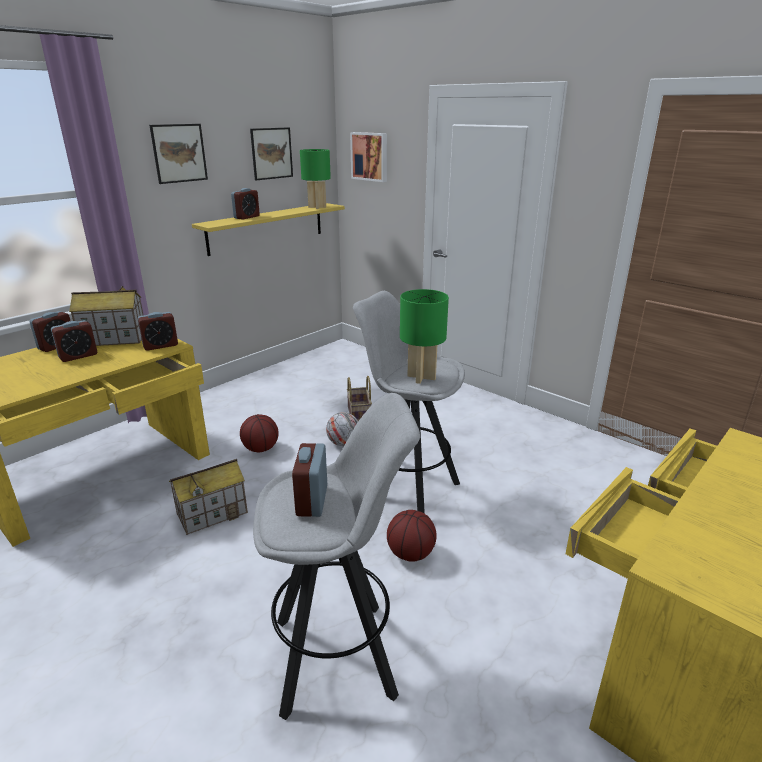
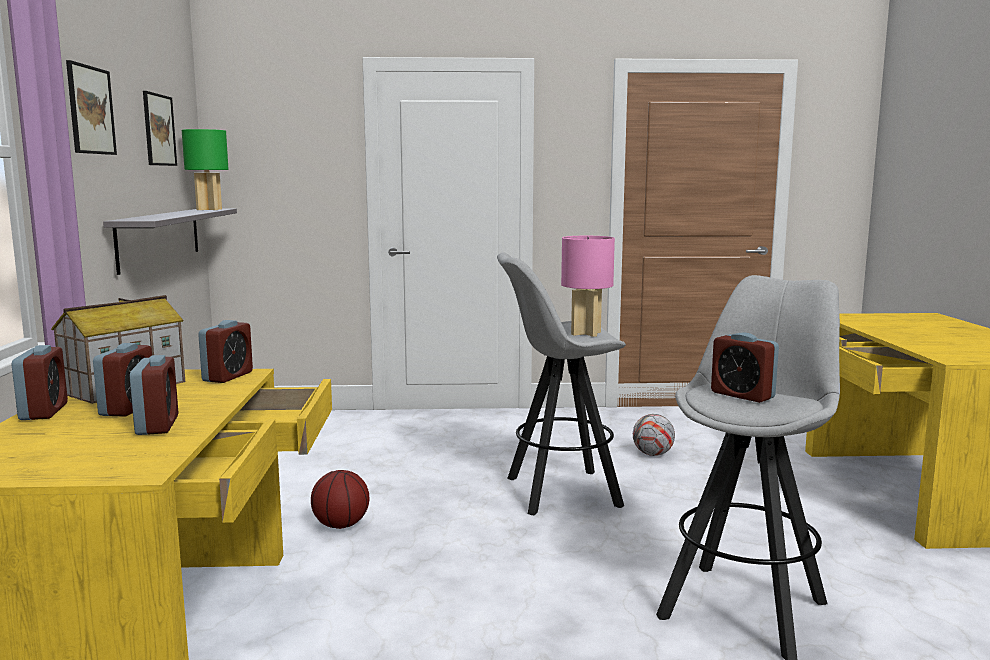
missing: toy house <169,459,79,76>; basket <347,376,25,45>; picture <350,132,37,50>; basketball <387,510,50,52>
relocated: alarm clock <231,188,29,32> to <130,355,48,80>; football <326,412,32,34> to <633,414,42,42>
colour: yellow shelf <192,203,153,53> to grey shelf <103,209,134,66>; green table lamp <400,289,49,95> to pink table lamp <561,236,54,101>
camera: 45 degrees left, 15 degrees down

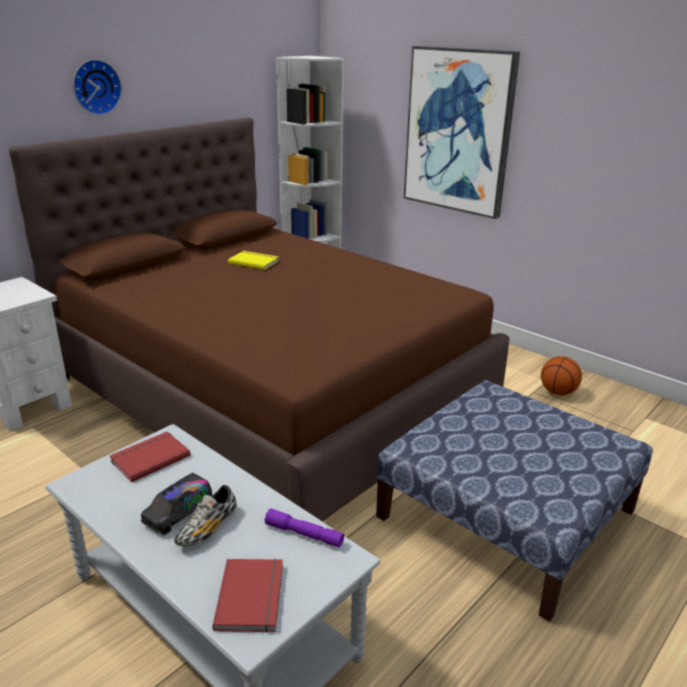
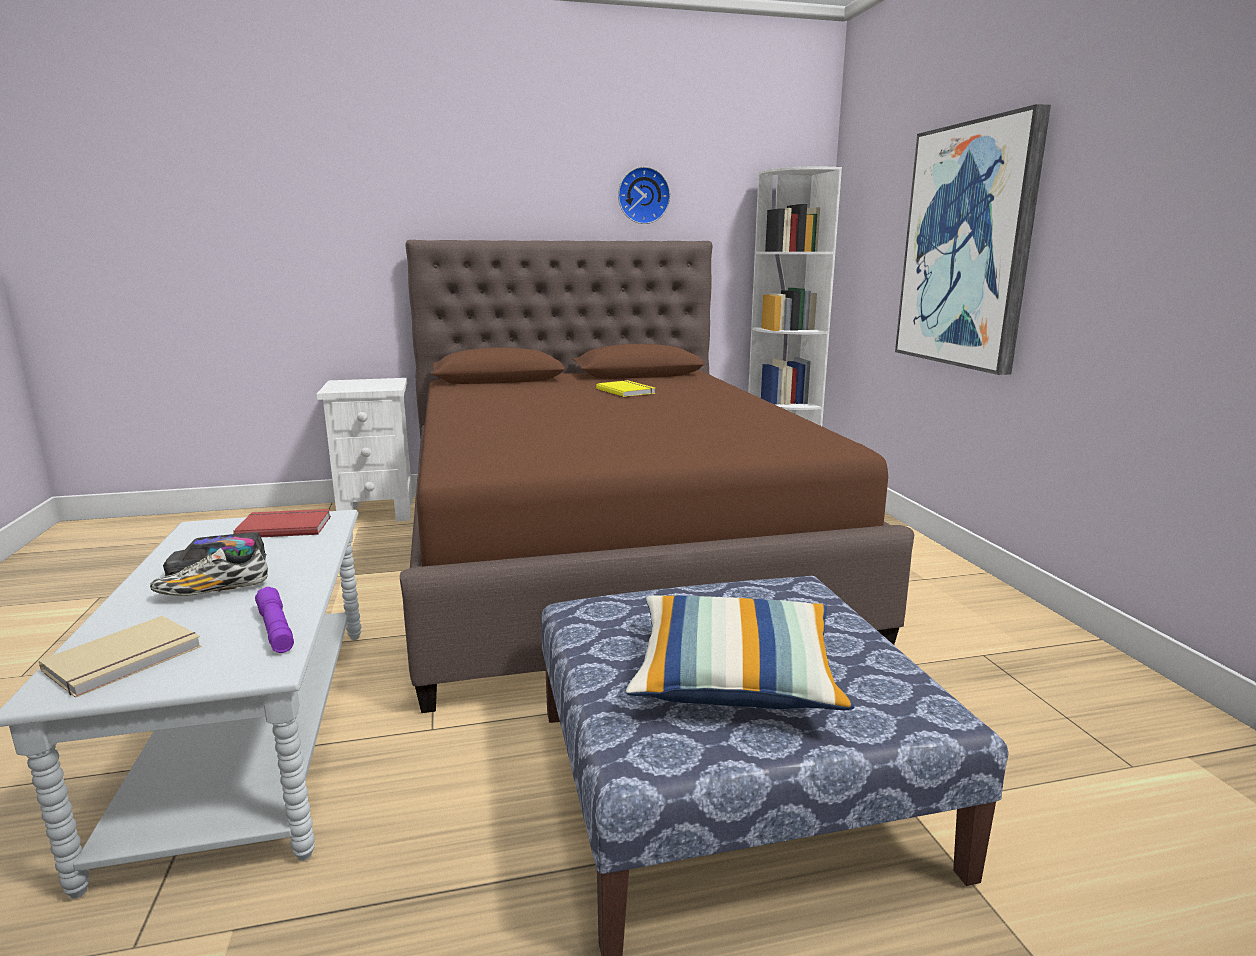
missing: basketball <541,356,41,39>
appeared: pillow <626,595,228,115>
relocated: wall clock <73,59,49,56> to <618,166,52,58>
colour: red book <212,559,71,74> to beige book <39,616,163,82>
camera: 35 degrees right, 10 degrees down

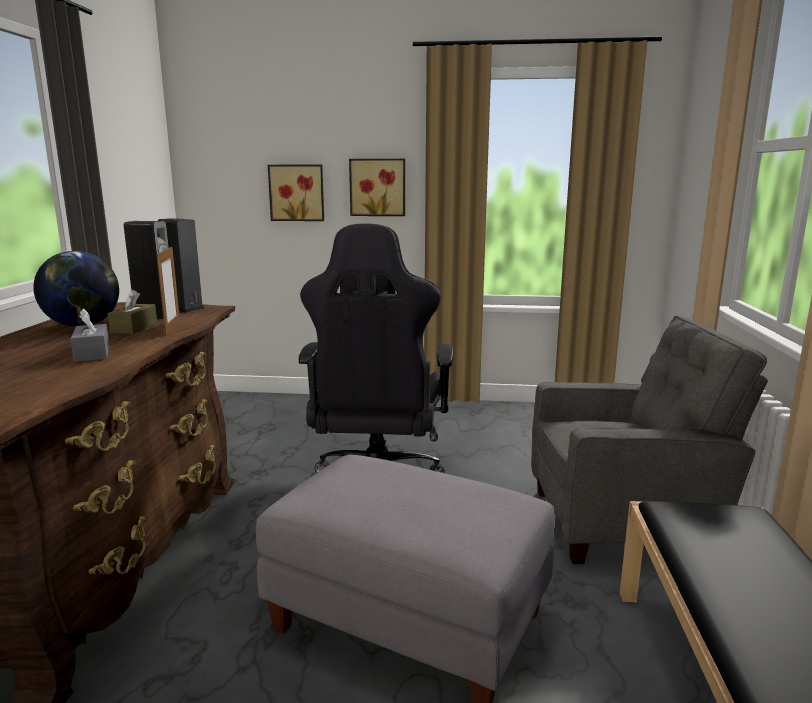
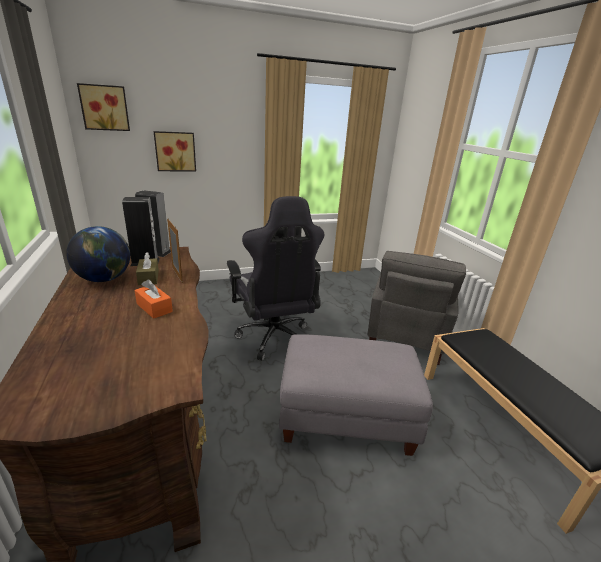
relocated: picture <349,159,56,57> to <77,83,53,48>
colour: grey tissue box <70,308,39,54> to orange tissue box <135,279,38,40>
spun: grey armchair <531,315,237,249> = <367,251,99,114> 135 degrees clockwise
camera: 25 degrees left, 10 degrees up

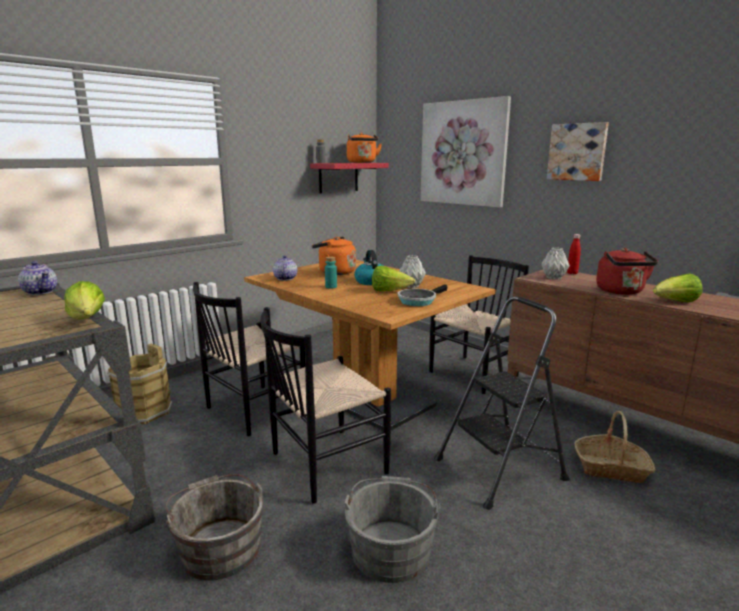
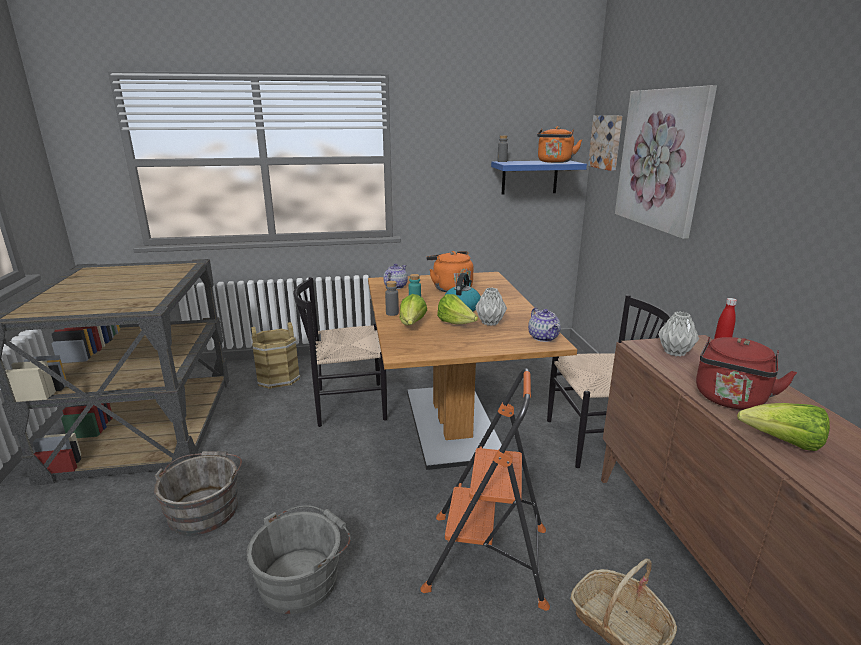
missing: black chair <260,307,131,197>; frying pan <397,284,51,22>
appeared: grey bottle <385,281,14,35>
relocated: teapot <18,261,39,34> to <528,308,33,34>; lettuce <64,281,41,39> to <400,294,27,31>; picture <547,122,62,59> to <588,115,34,56>
colour: red shelf <310,163,79,30> to blue shelf <491,161,96,34>; black step ladder <434,296,136,214> to orange step ladder <420,368,130,243>
camera: 35 degrees right, 5 degrees up

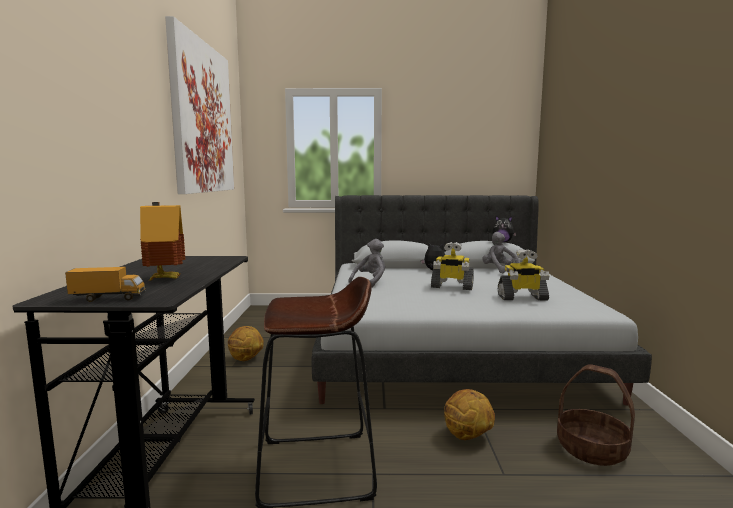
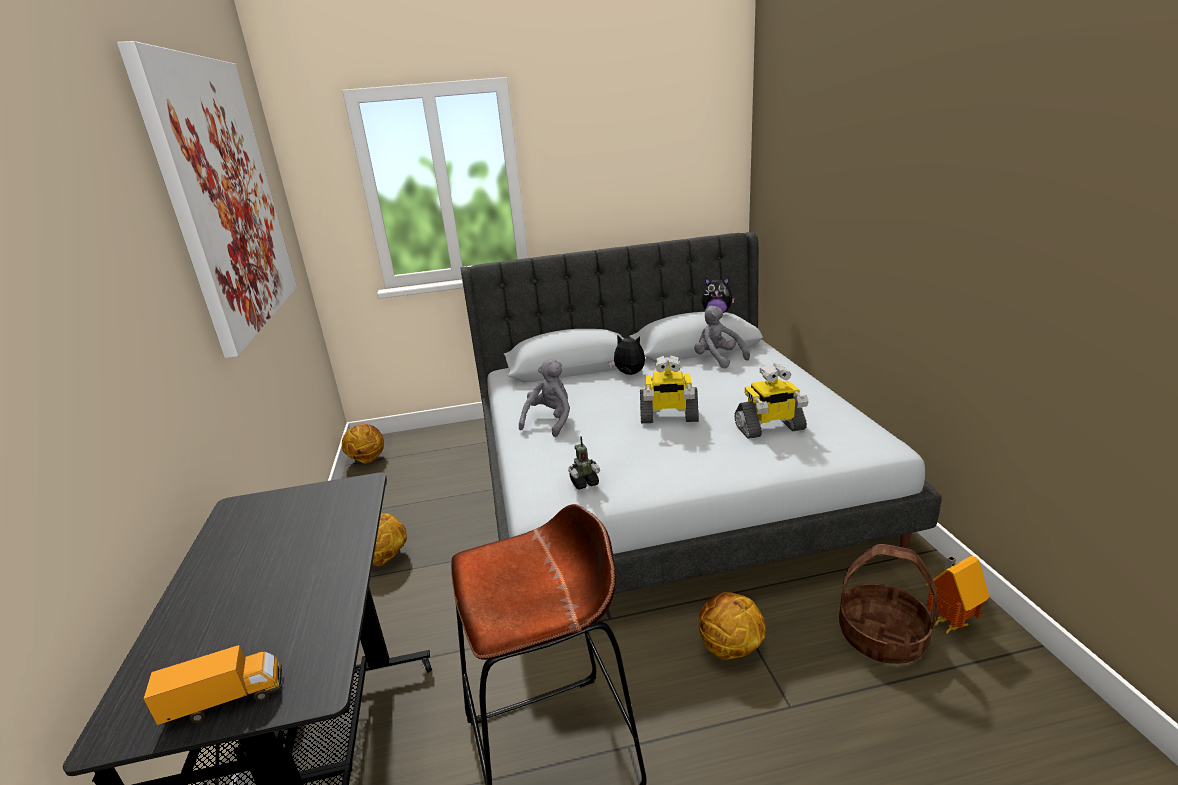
appeared: basketball <342,424,42,40>; toy robot <568,436,32,53>
relocated: toy house <140,202,45,78> to <926,556,63,79>
camera: 10 degrees left, 15 degrees up

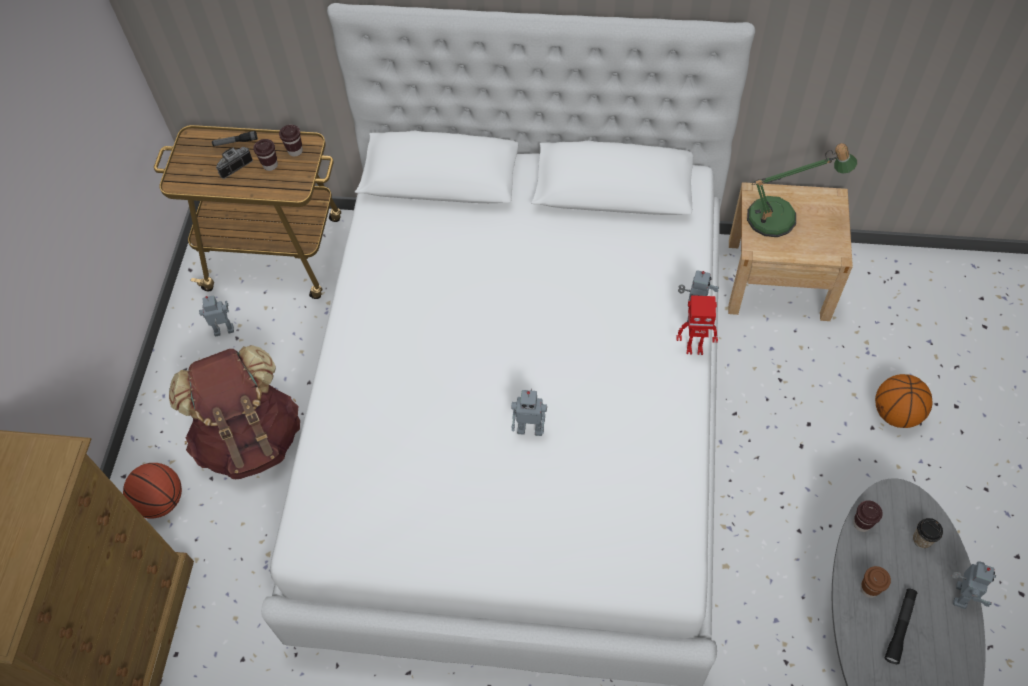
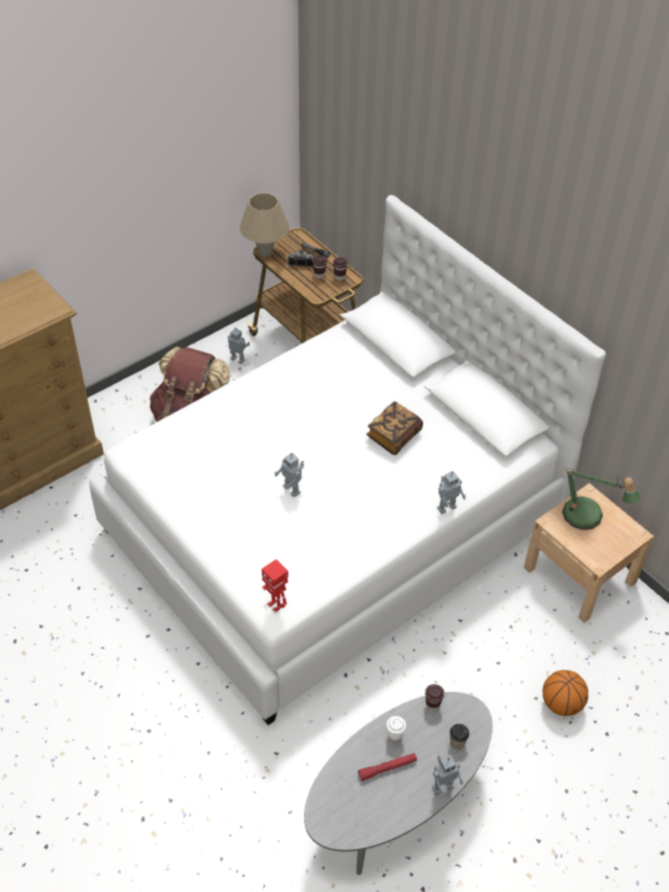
missing: basketball <123,463,59,56>
appeared: beige table lamp <240,193,49,64>; book <366,401,57,54>
relocated: toy robot <676,295,42,60> to <262,559,26,54>
colour: brown cup <860,566,31,32> to white cup <386,716,20,27>; black flashlight <884,589,34,75> to red flashlight <358,753,59,28>
camera: 40 degrees right, 10 degrees down

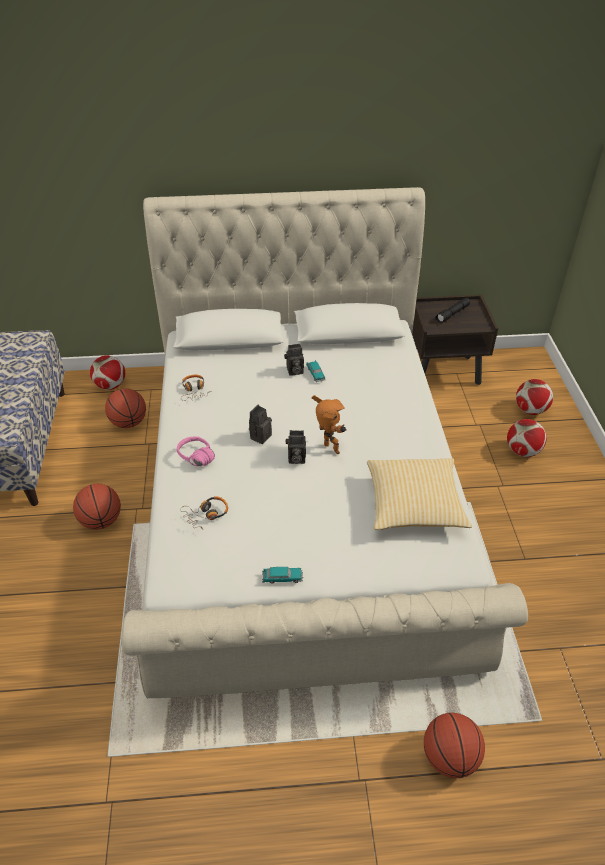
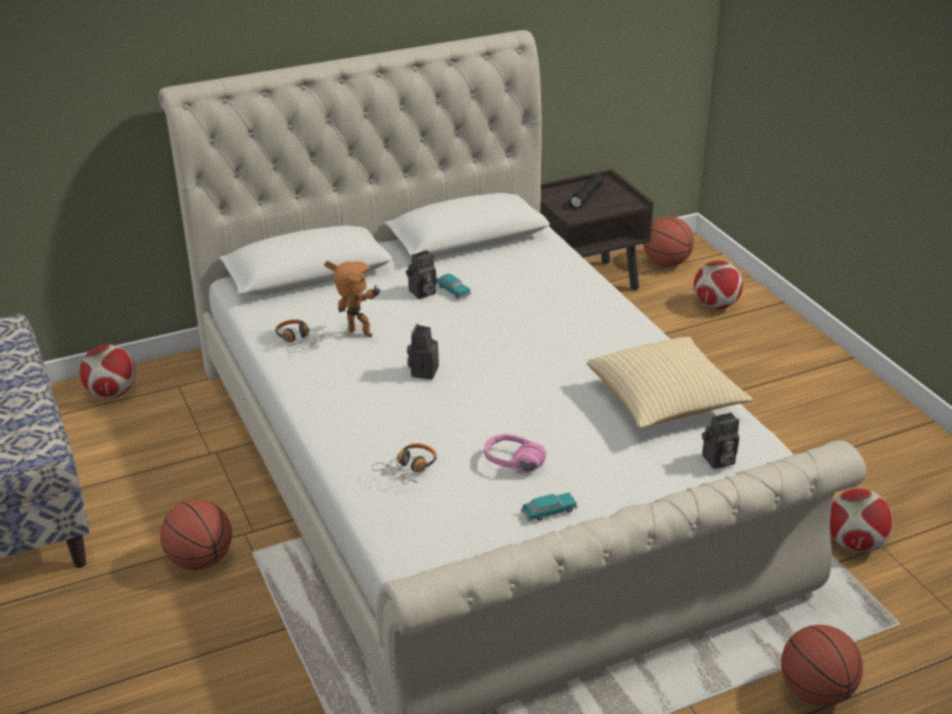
relocated: basketball <105,388,41,40> to <643,216,51,51>; pink headphones <177,437,38,29> to <484,434,62,39>; photo camera <286,430,20,34> to <702,412,38,57>; toy robot <312,395,35,59> to <324,261,57,77>; football <507,419,40,38> to <830,489,63,64>
camera: 20 degrees left, 10 degrees down

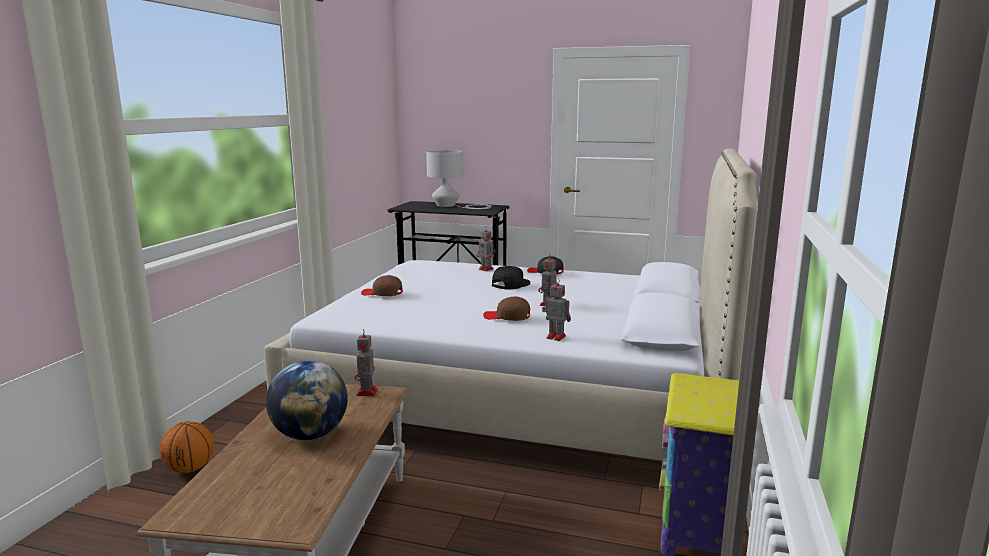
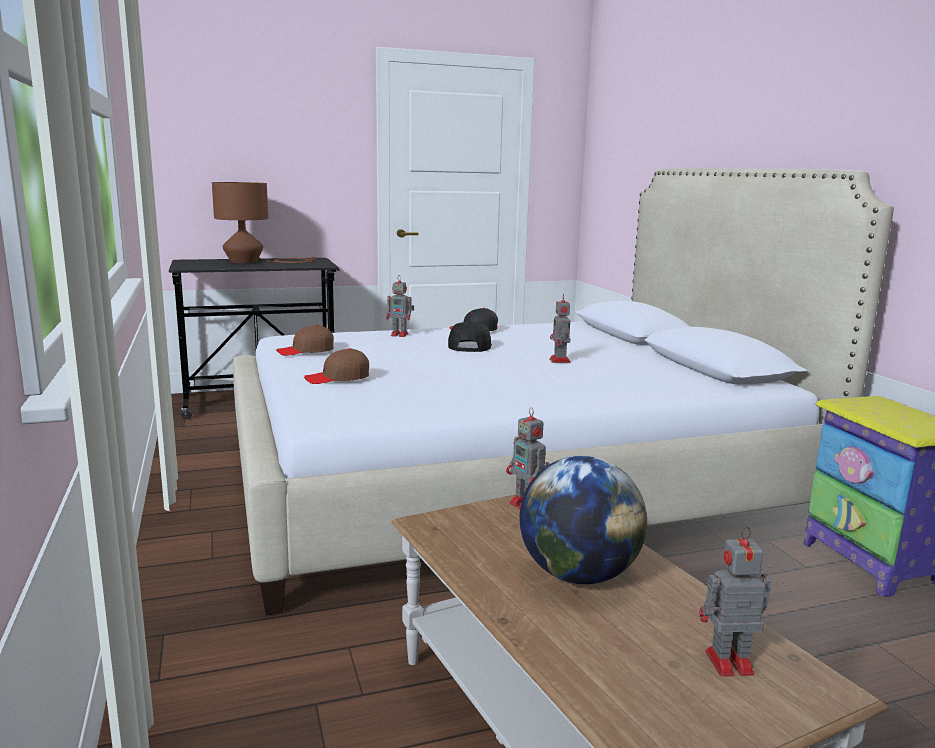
missing: basketball <159,421,55,52>
relocated: brown cap <483,296,47,25> to <276,325,58,31>; toy robot <542,278,29,63> to <699,527,72,150>
colour: grey table lamp <426,150,65,59> to brown table lamp <212,182,104,82>
camera: 35 degrees left, 0 degrees up

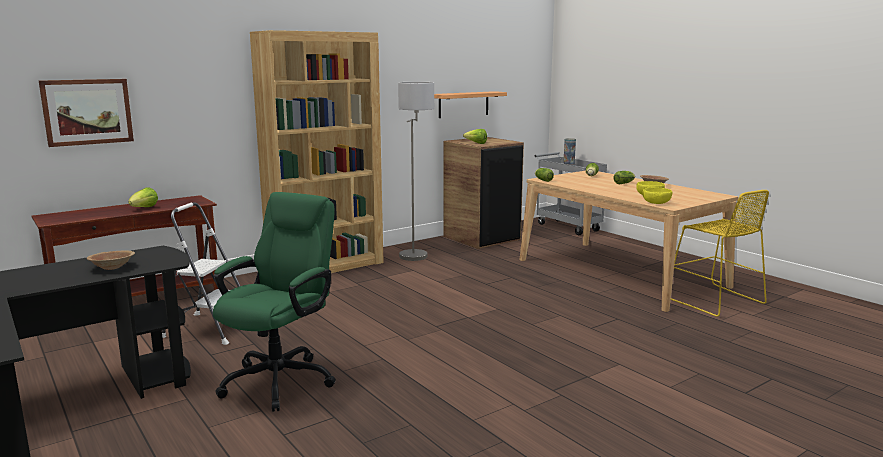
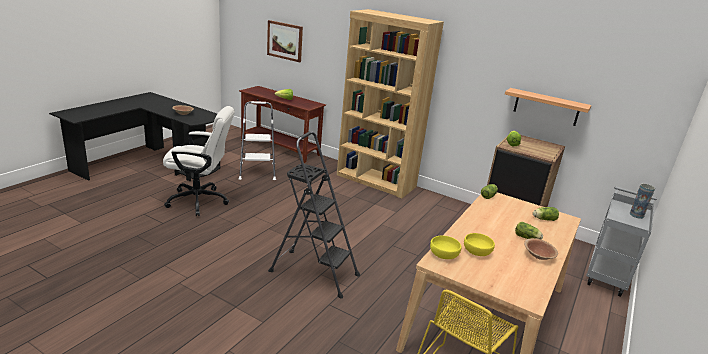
missing: grey floor lamp <398,82,36,179>
appeared: step ladder <268,131,92,167>
colour: green office chair <213,192,123,220> to white office chair <163,106,72,110>
camera: 65 degrees right, 10 degrees up

